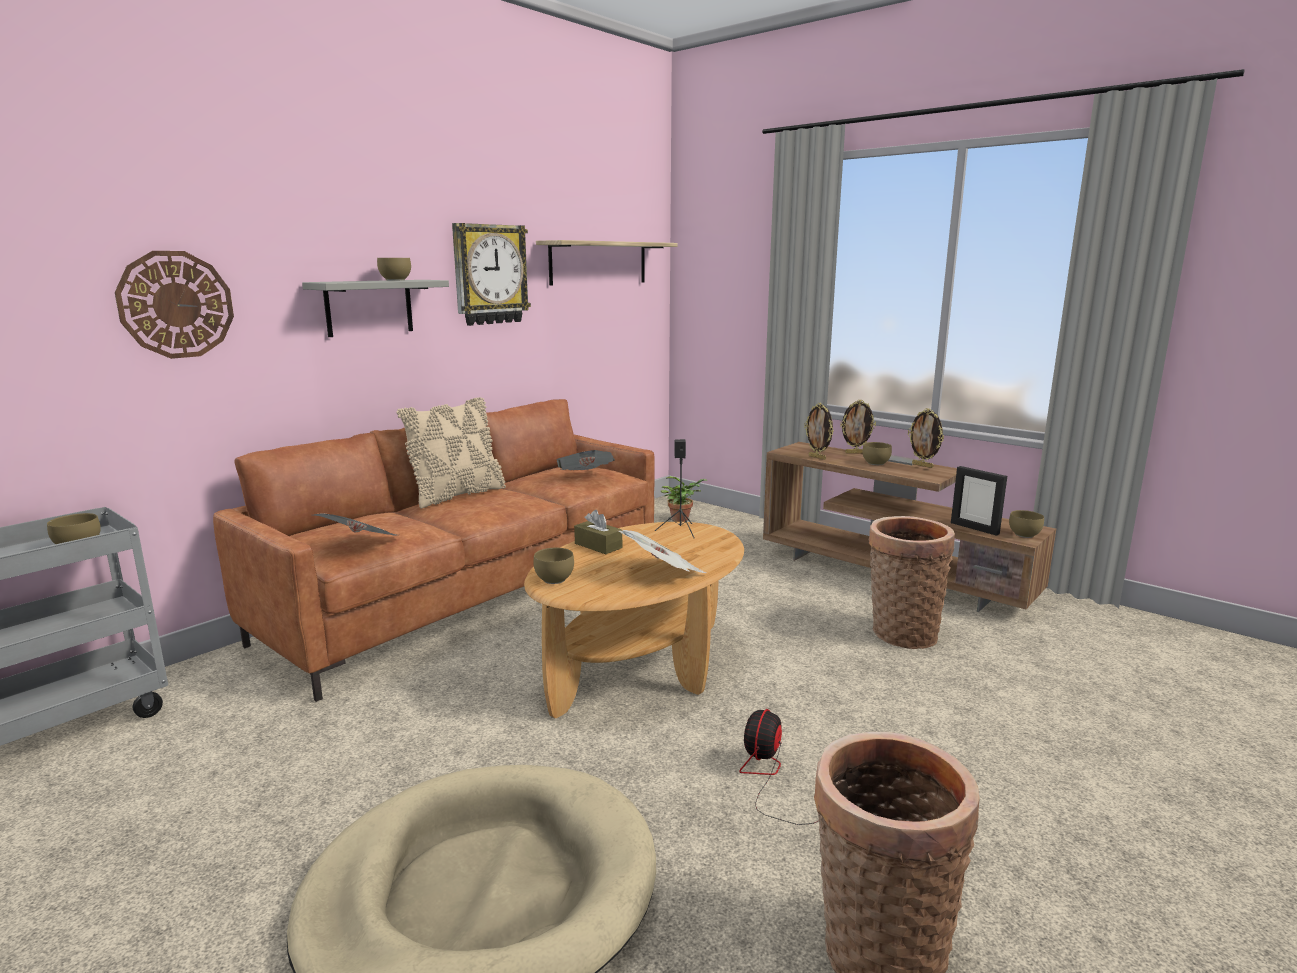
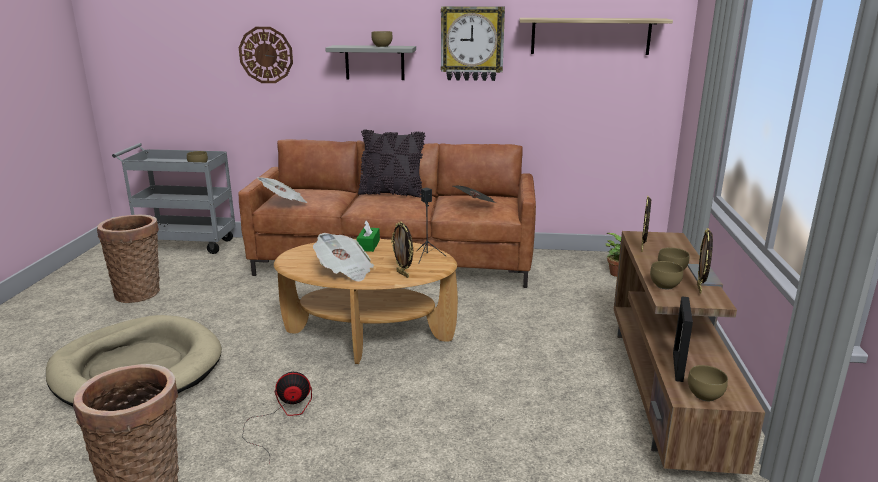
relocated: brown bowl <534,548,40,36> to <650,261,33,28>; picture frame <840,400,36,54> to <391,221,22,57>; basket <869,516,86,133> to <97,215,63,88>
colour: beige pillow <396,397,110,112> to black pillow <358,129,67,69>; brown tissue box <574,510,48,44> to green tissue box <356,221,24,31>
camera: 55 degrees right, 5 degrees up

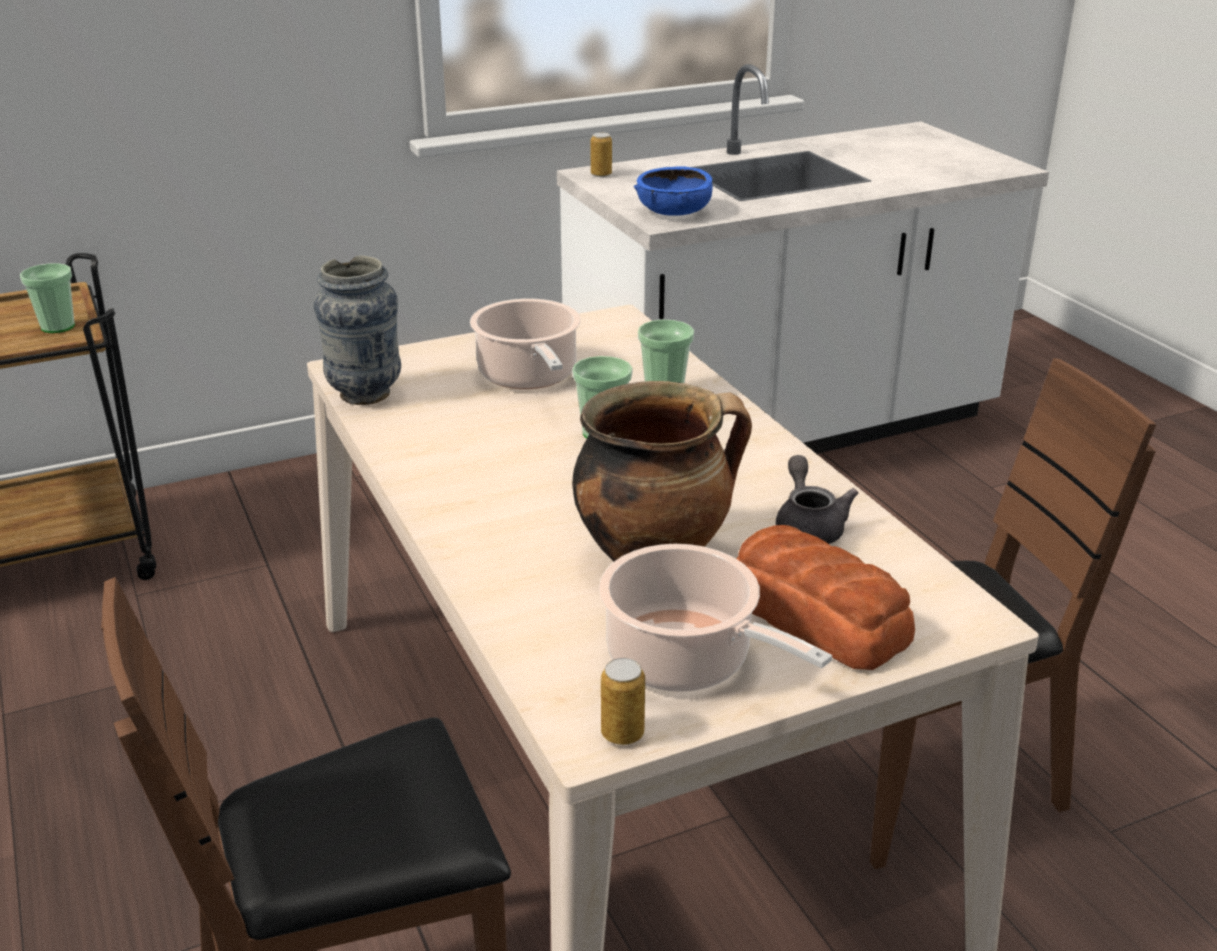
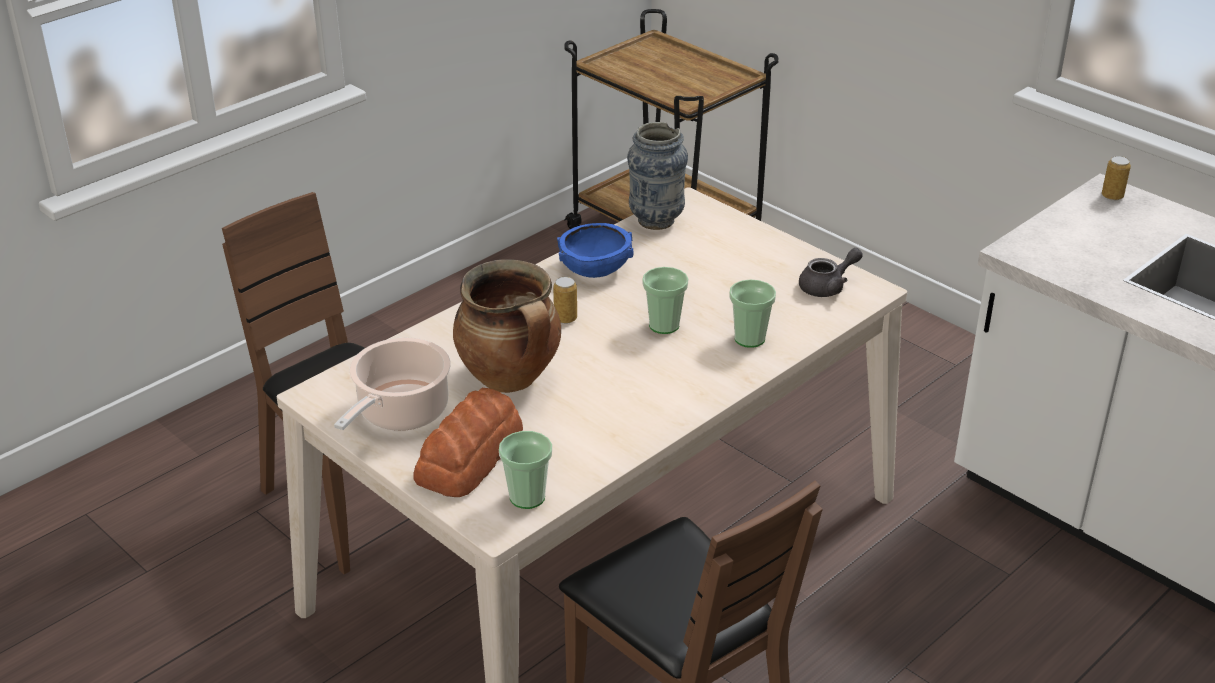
missing: cooking pot <470,299,111,90>
relocated: cup <20,263,55,70> to <499,431,53,78>; can <601,658,44,87> to <553,277,24,47>; blue bowl <634,166,79,50> to <557,223,77,55>; grey teapot <776,455,83,89> to <799,248,64,49>
camera: 70 degrees right, 5 degrees up

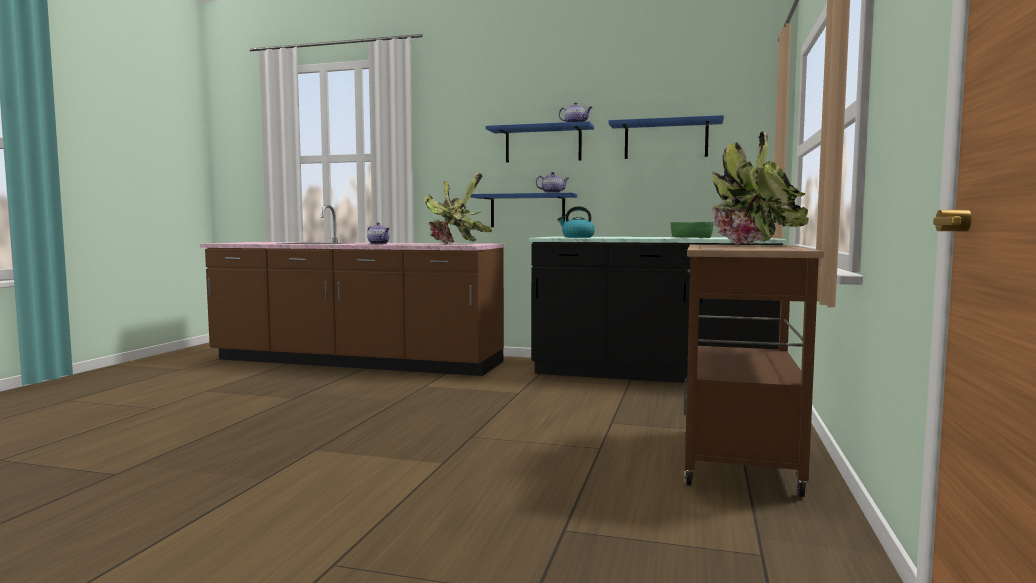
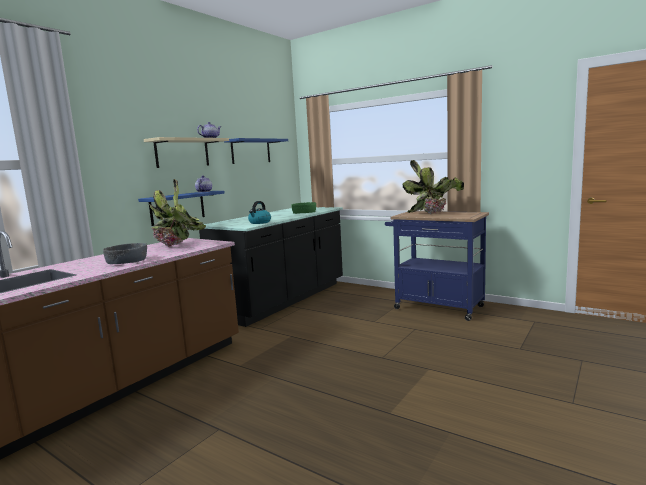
exchanged: teapot <367,222,23,22> to grey bowl <103,243,44,21>
colour: blue shelf <486,121,108,42> to beige shelf <144,137,85,31>; brown cart <684,245,140,252> to blue cart <385,211,104,110>
camera: 70 degrees left, 5 degrees up

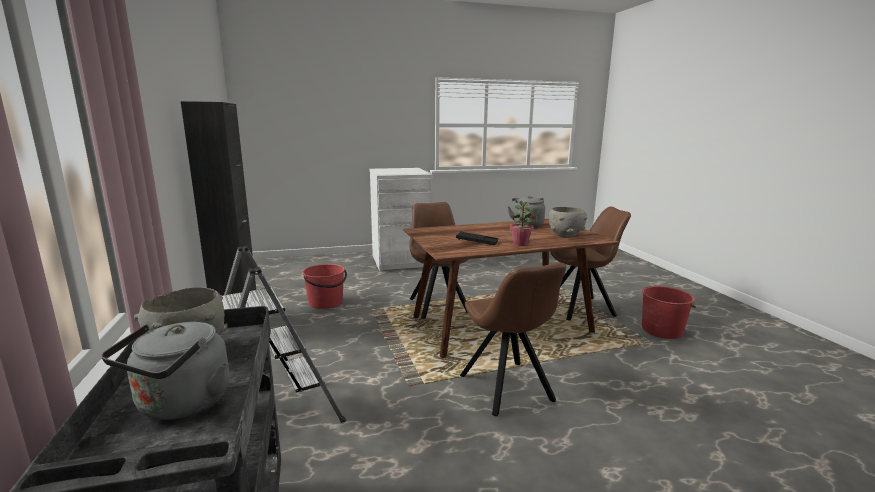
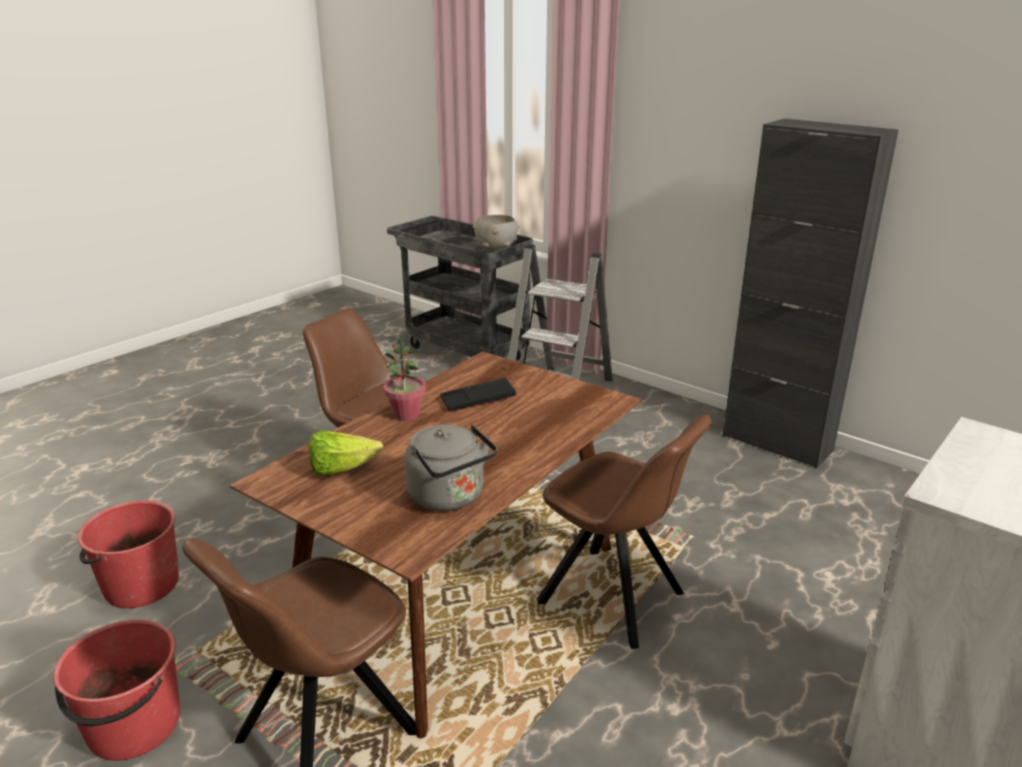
missing: grey kettle <101,322,129,98>
relocated: red bucket <302,264,45,45> to <78,500,101,108>
exchanged: grey bowl <548,207,39,31> to lettuce <309,430,74,46>
camera: 145 degrees right, 10 degrees up

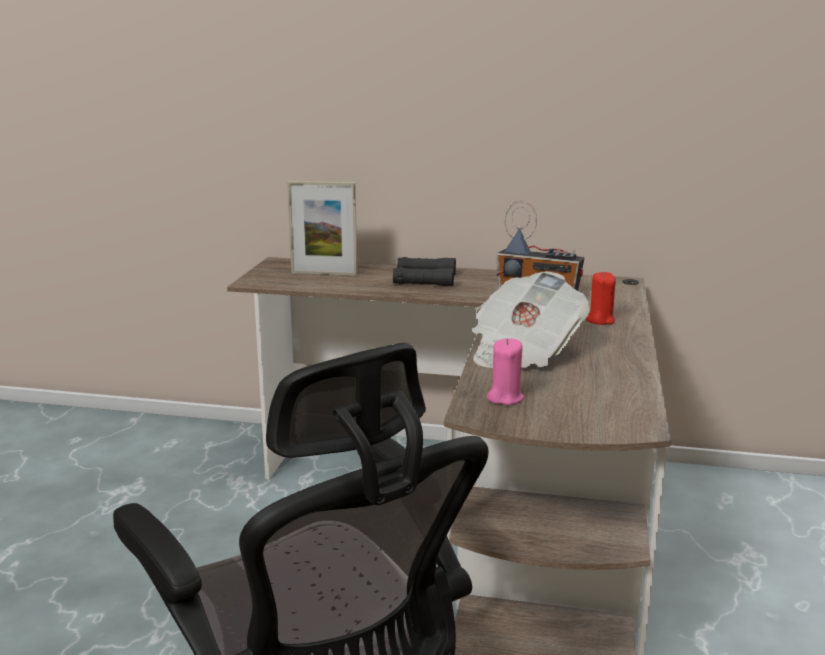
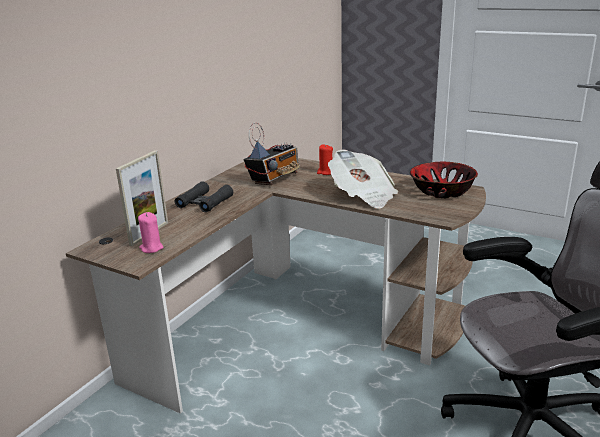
appeared: bowl <410,162,68,37>
relocated: pink candle <487,338,37,67> to <138,212,25,41>
camera: 70 degrees left, 5 degrees up

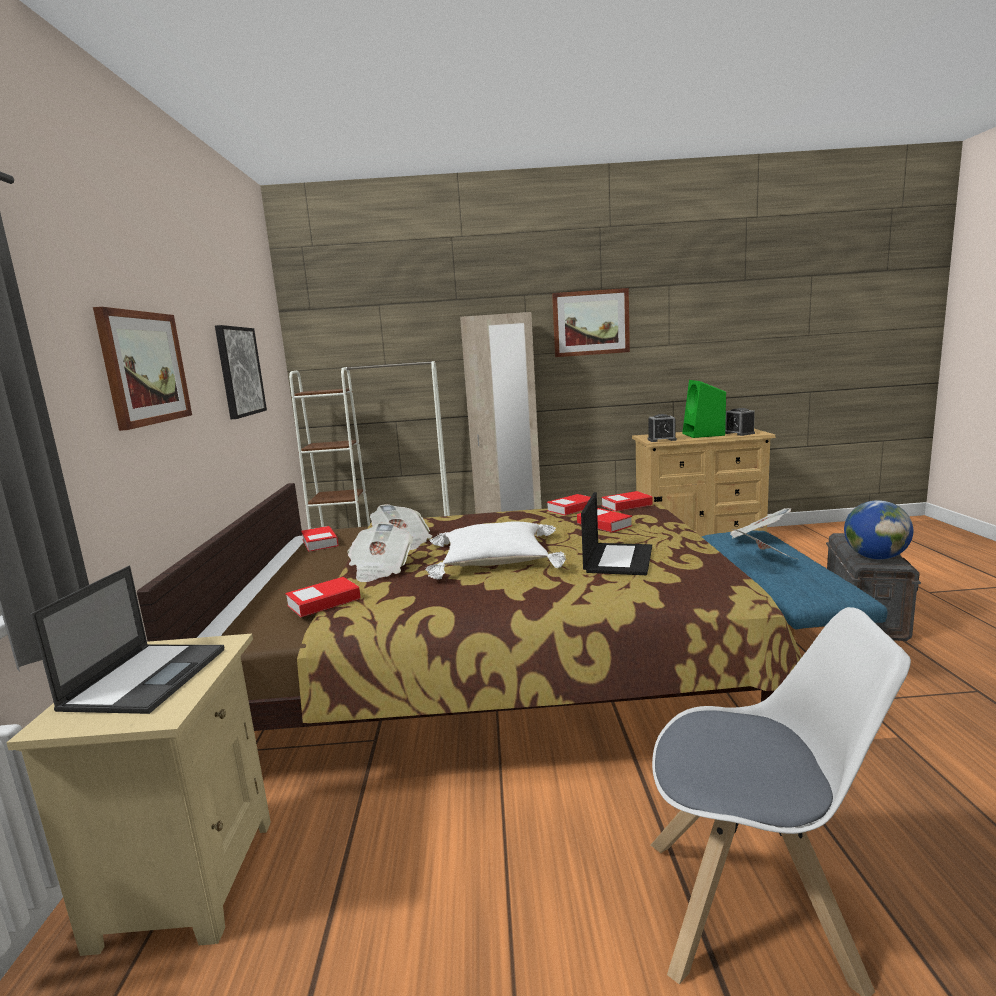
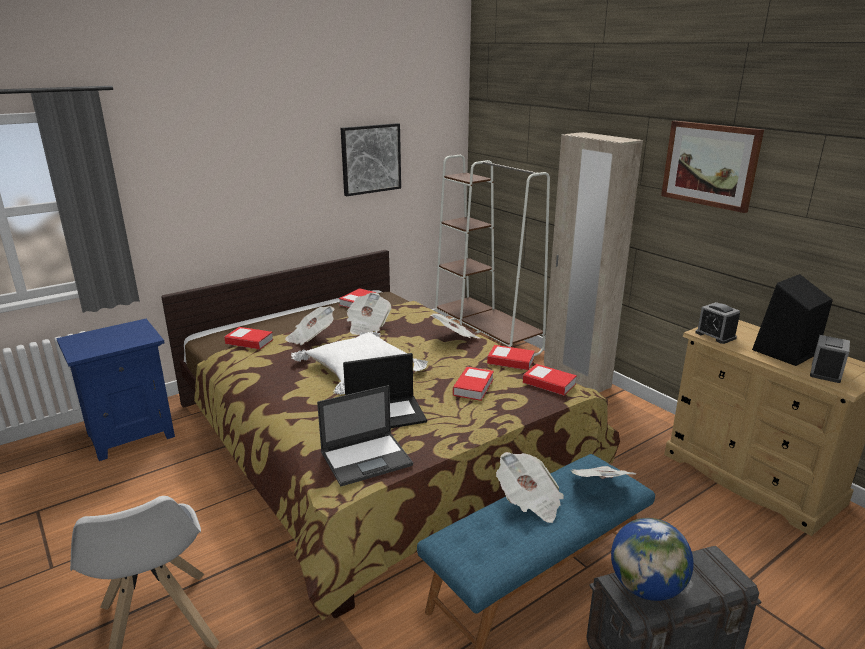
missing: picture <93,307,99,124>
appeared: newspaper <431,313,50,26>
relocated: laptop <30,565,194,149> to <317,385,96,101>
colour: beige nightstand <6,634,265,322> to blue nightstand <56,319,119,142>; green speaker <682,380,44,58> to black speaker <752,274,81,92>
camera: 55 degrees right, 10 degrees up

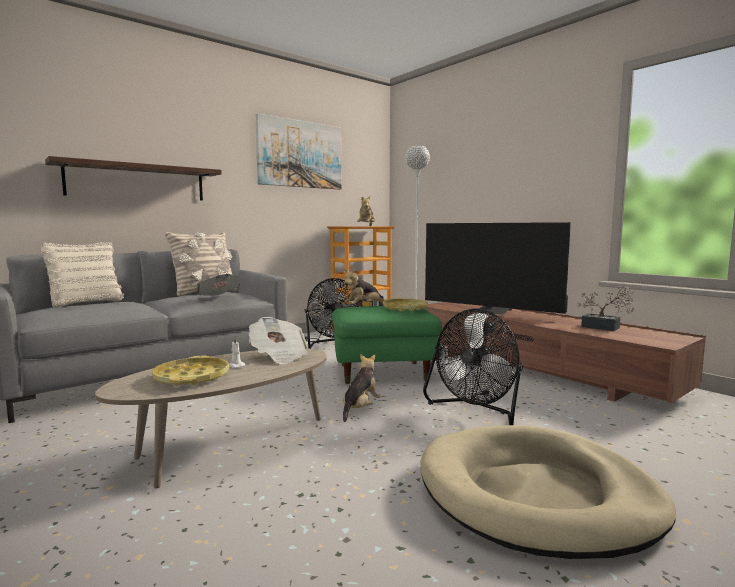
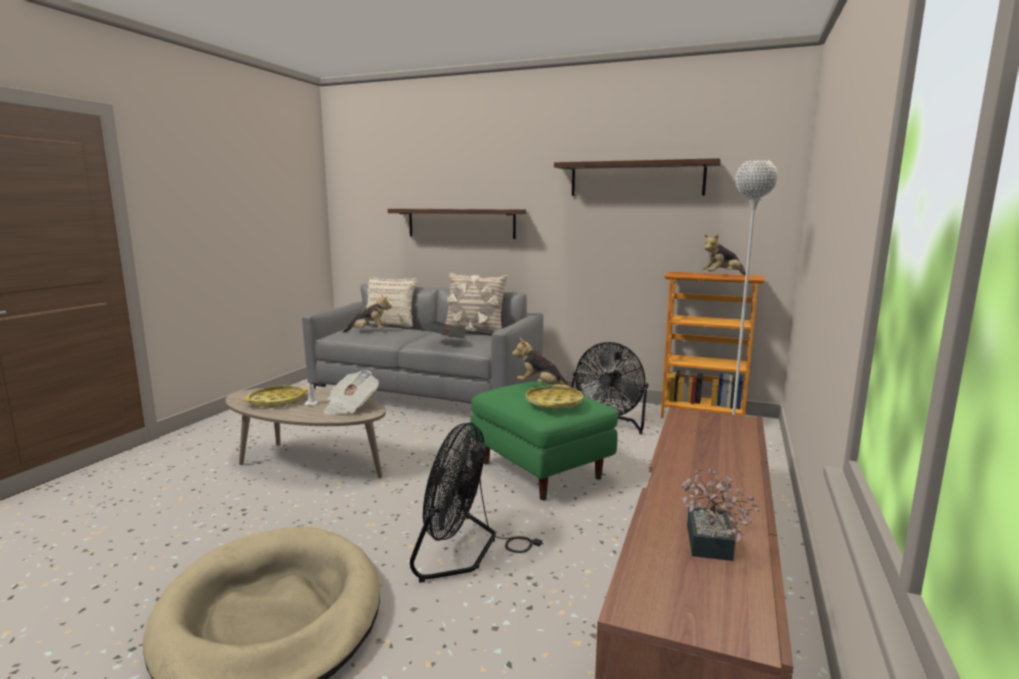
missing: television <425,222,146,93>
relocated: plush toy <343,354,38,68> to <343,295,49,38>
exchanged: picture <256,114,86,75> to shelf <554,158,167,38>
camera: 60 degrees right, 5 degrees up

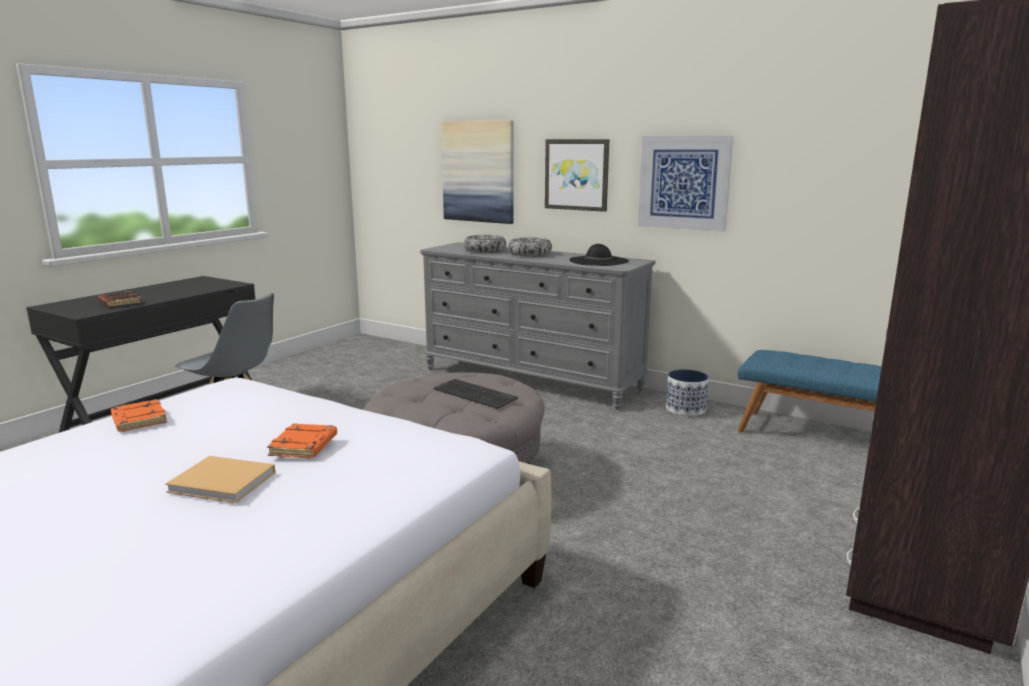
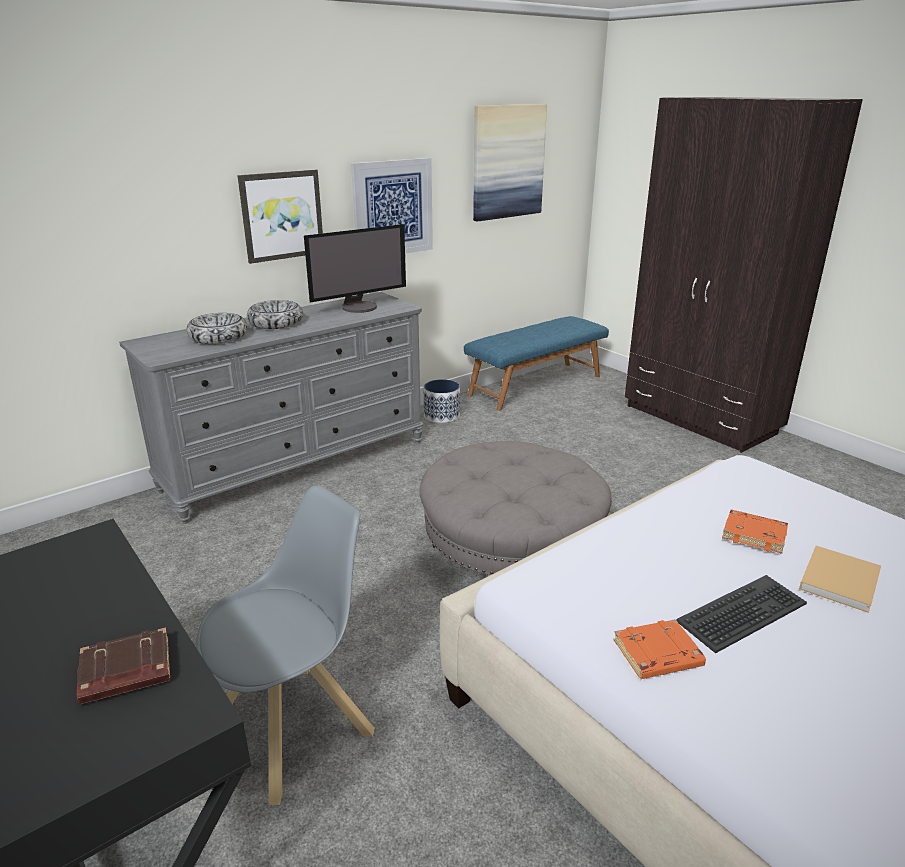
relocated: keyboard <434,379,84,30> to <676,575,131,78>; picture <441,120,73,104> to <473,104,74,118>
exchanged: black hat <569,244,60,22> to monitor <304,224,102,89>
camera: 70 degrees left, 10 degrees up

